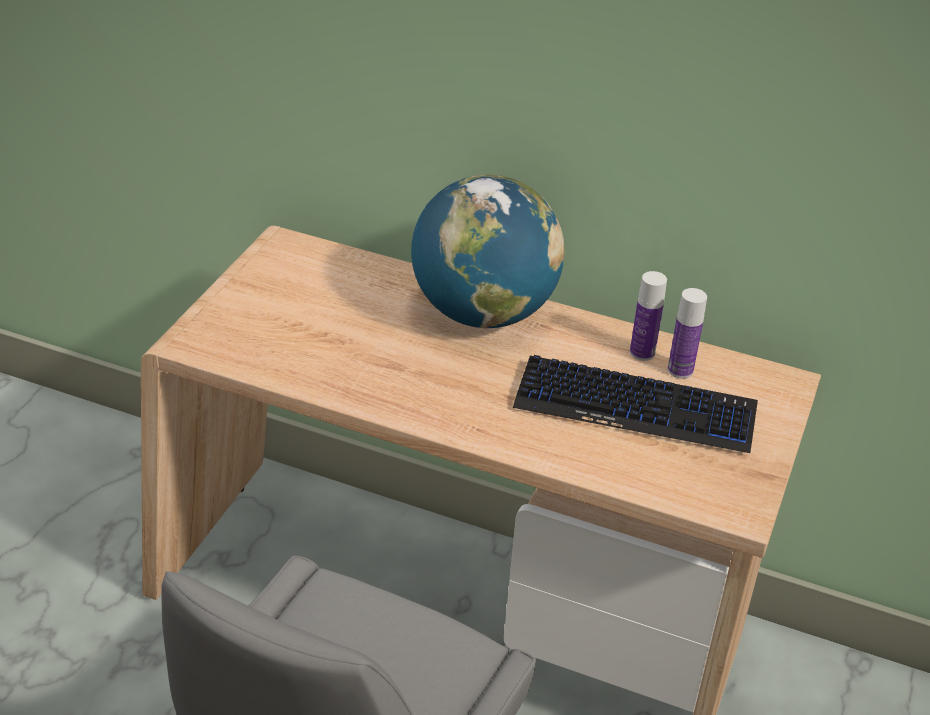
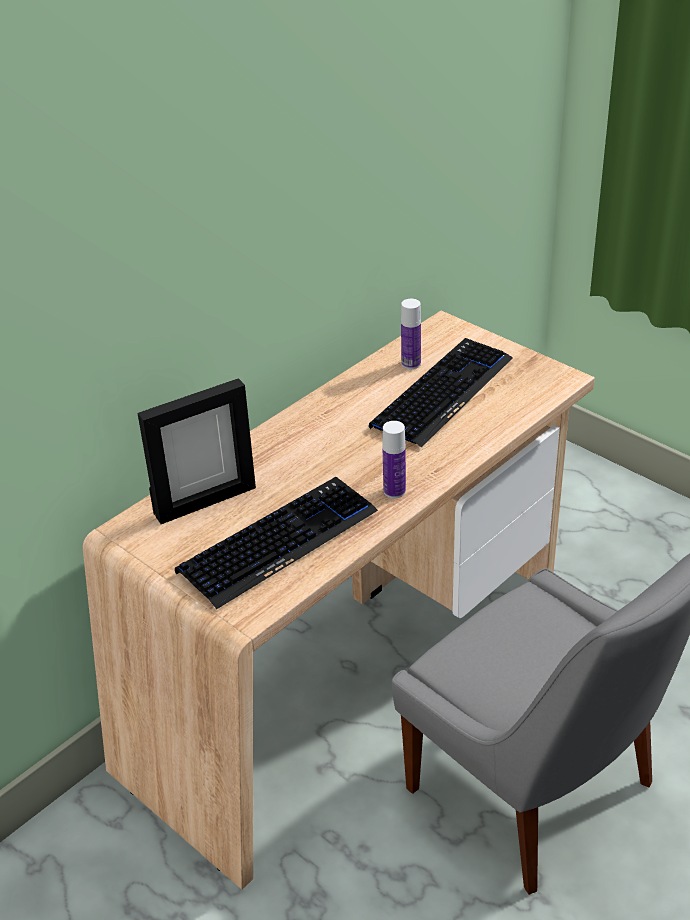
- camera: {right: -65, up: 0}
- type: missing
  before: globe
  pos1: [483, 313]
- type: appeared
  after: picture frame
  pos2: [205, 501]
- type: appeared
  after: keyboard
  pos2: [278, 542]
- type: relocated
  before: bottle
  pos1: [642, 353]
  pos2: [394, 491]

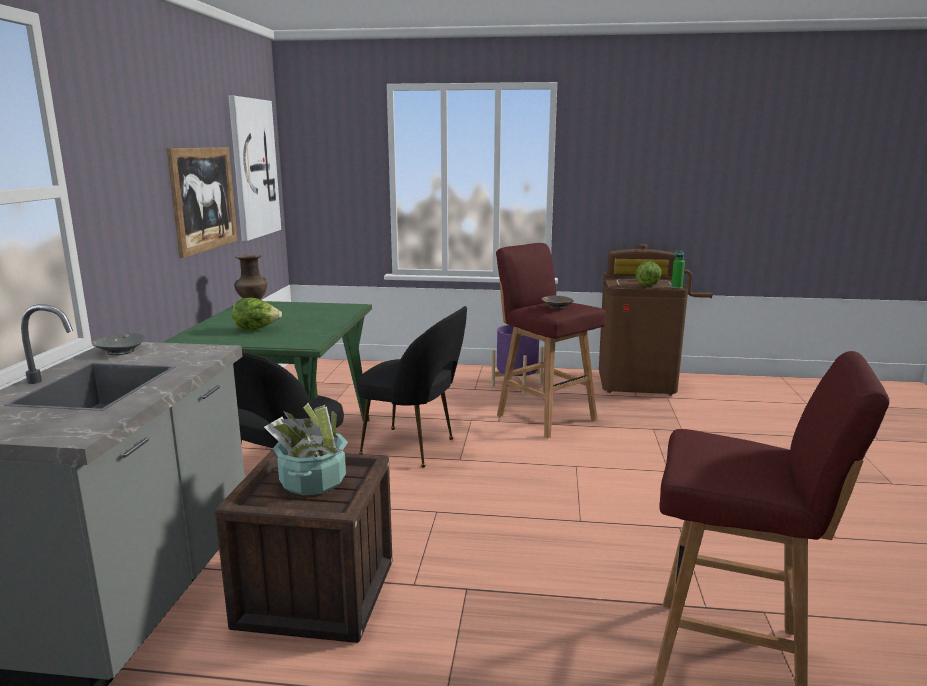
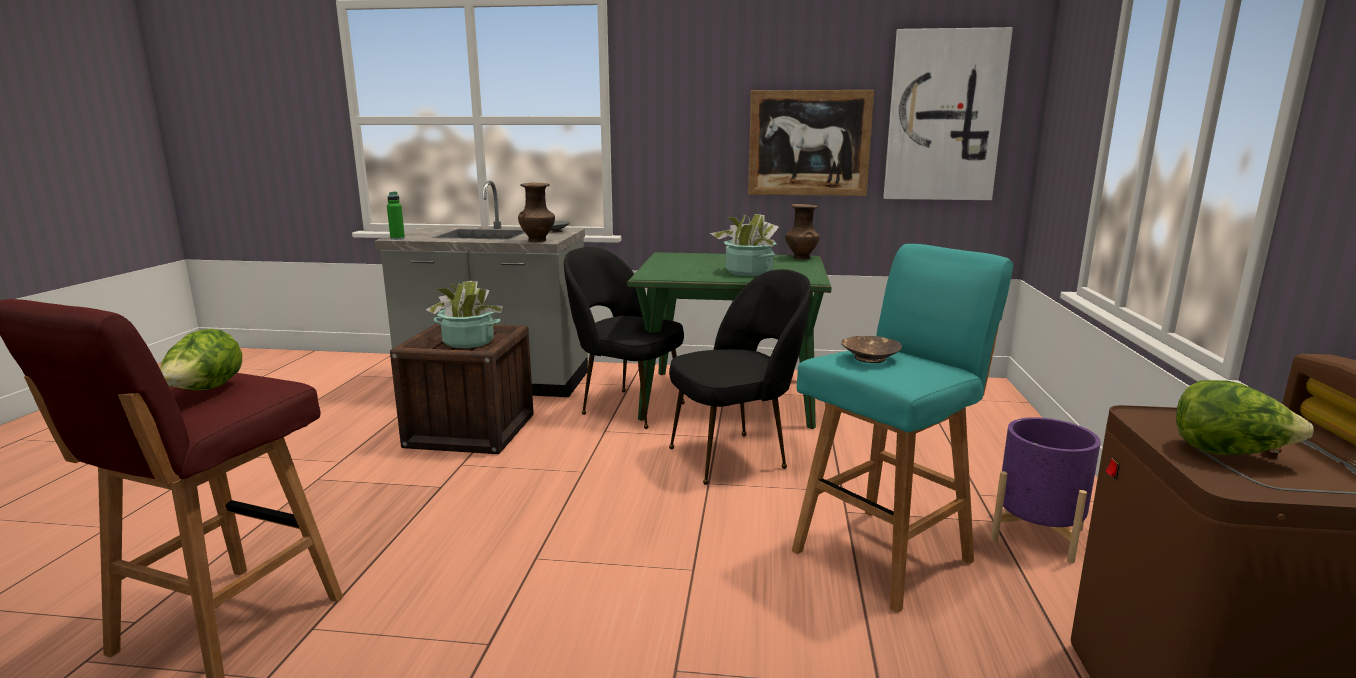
- camera: {right: 90, up: 0}
- type: appeared
  after: brown vase
  pos2: [538, 241]
- type: appeared
  after: potted plant
  pos2: [749, 272]
- type: relocated
  before: lettuce
  pos1: [256, 329]
  pos2: [205, 391]
- type: relocated
  before: green bottle
  pos1: [676, 287]
  pos2: [397, 238]
- type: colour
  before: red stool
  after: turquoise stool
  pos1: [544, 417]
  pos2: [885, 554]
- type: spun
  before: black chair
  pos1: [414, 448]
  pos2: [736, 456]
  turn: -135

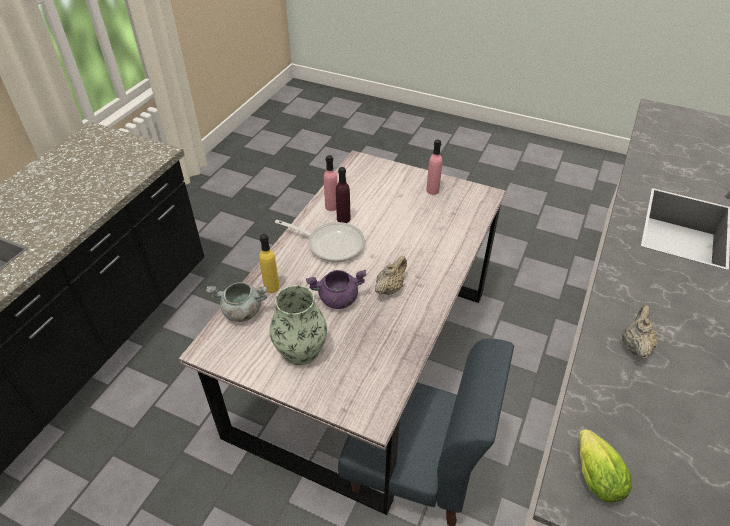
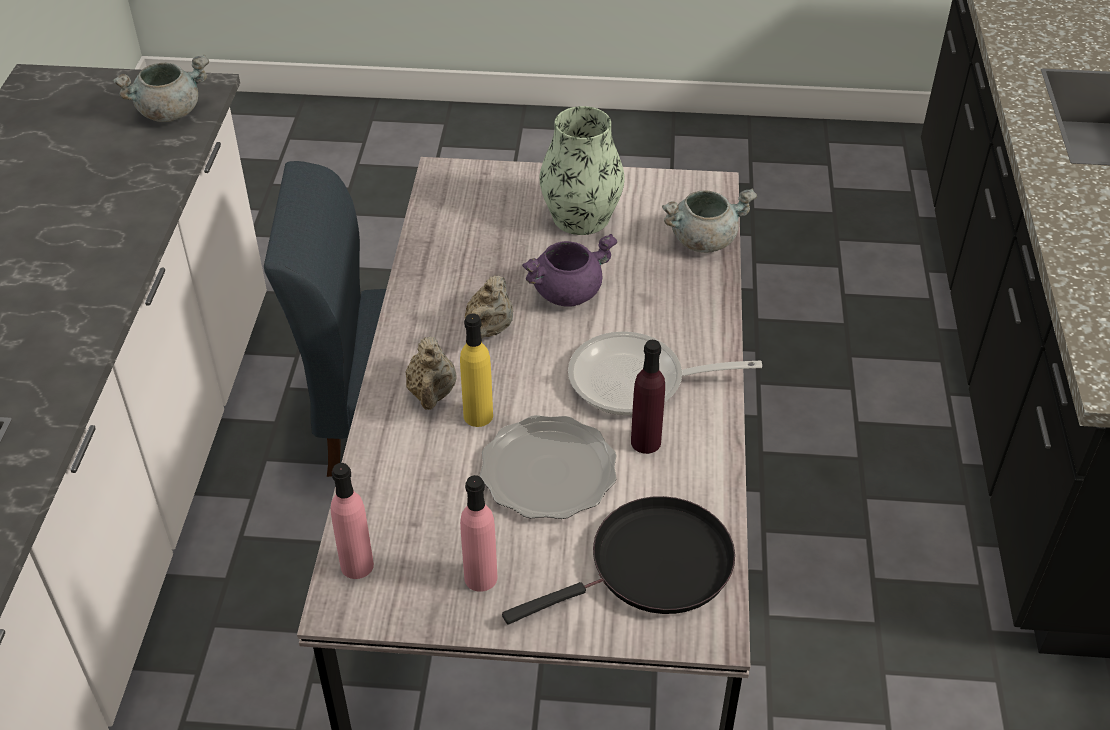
- camera: {right: 160, up: 0}
- type: appeared
  after: plate
  pos2: [549, 472]
- type: appeared
  after: black frying pan
  pos2: [652, 566]
- type: relocated
  before: yellow bottle
  pos1: [271, 287]
  pos2: [478, 415]
- type: relocated
  before: pink bottle
  pos1: [331, 206]
  pos2: [357, 565]
- type: relocated
  before: beige teapot
  pos1: [634, 345]
  pos2: [432, 394]
- type: exchanged
  before: lettuce
  after: grey cooking pot
  pos1: [593, 473]
  pos2: [170, 111]

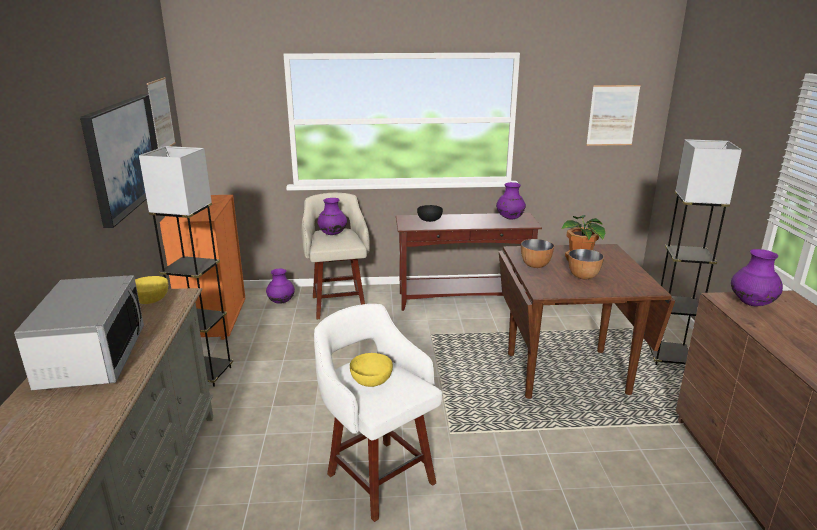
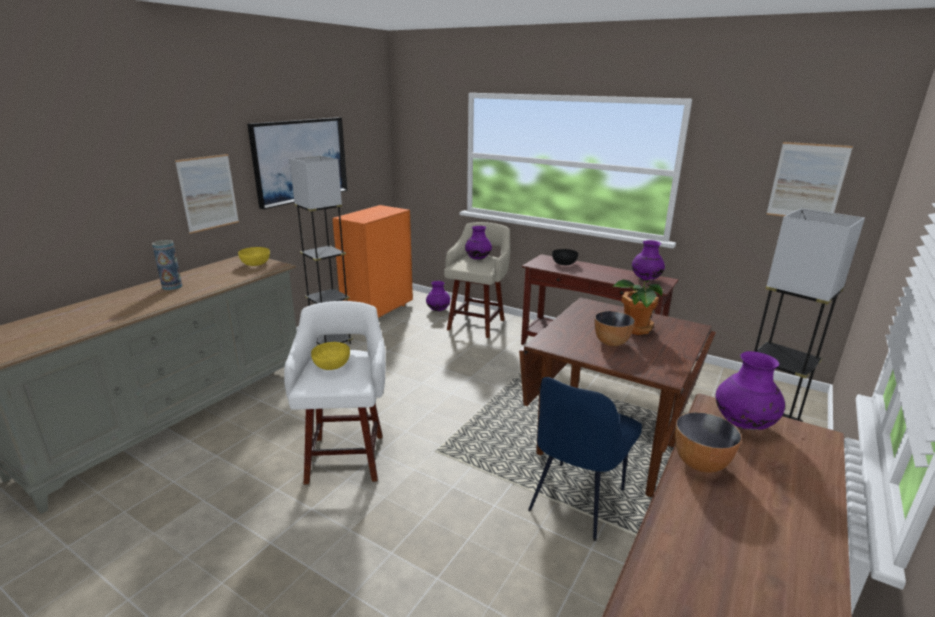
- camera: {right: 35, up: 0}
- type: appeared
  after: blue chair
  pos2: [577, 501]
- type: relocated
  before: picture
  pos1: [161, 115]
  pos2: [208, 193]
- type: relocated
  before: bowl
  pos1: [535, 265]
  pos2: [701, 464]
- type: exchanged
  before: microwave
  after: vase
  pos1: [92, 358]
  pos2: [172, 286]

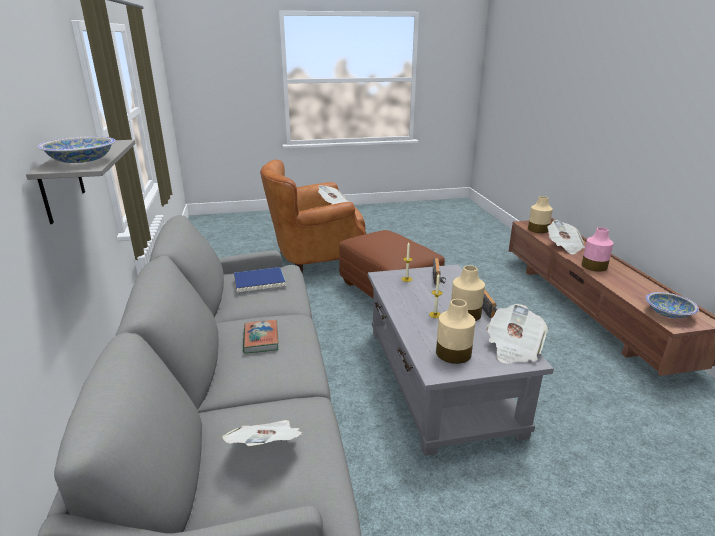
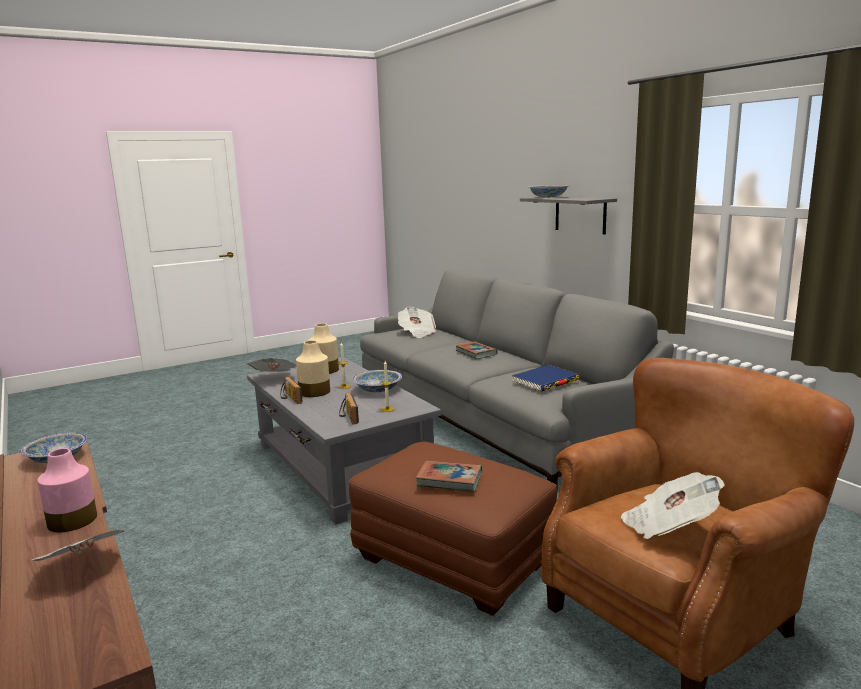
- camera: {right: 160, up: -10}
- type: missing
  before: beige vase
  pos1: [538, 229]
- type: appeared
  after: bowl
  pos2: [378, 390]
- type: appeared
  after: book
  pos2: [449, 480]

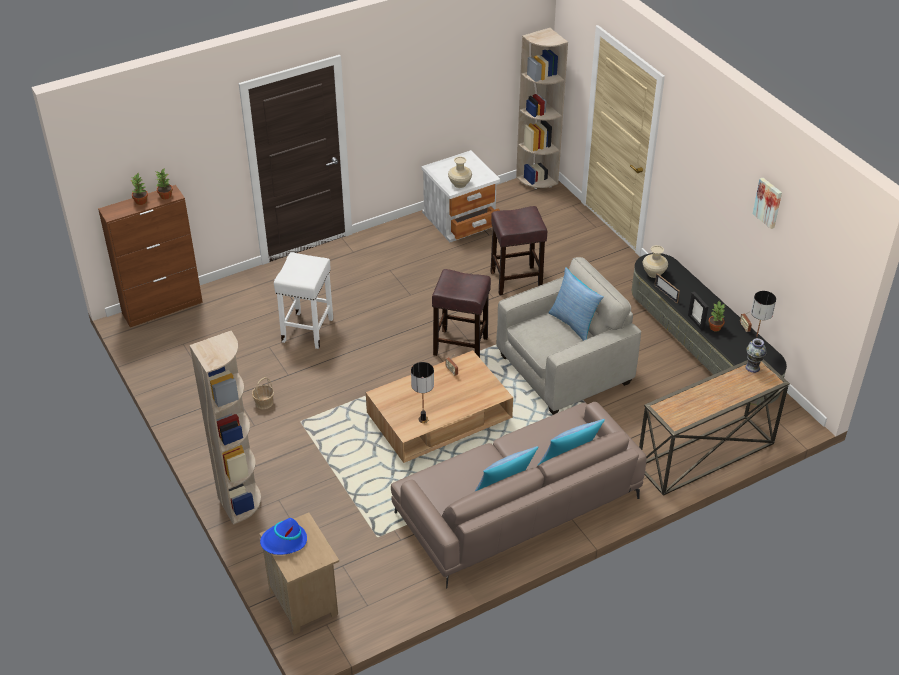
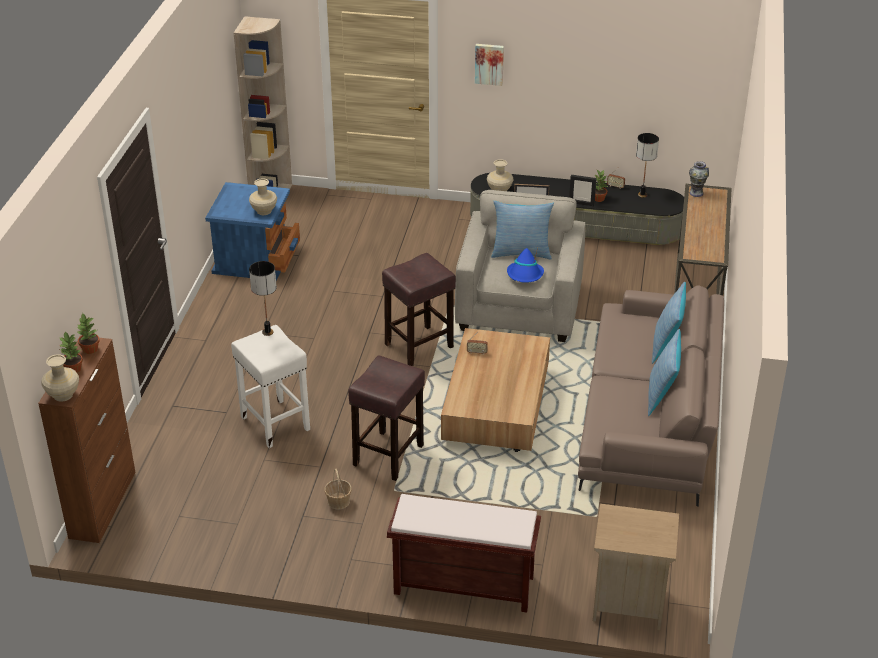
- camera: {right: -50, up: -5}
- type: appeared
  after: beige vase
  pos2: [63, 395]
- type: relocated
  before: blue hat
  pos1: [284, 541]
  pos2: [525, 275]
- type: relocated
  before: table lamp
  pos1: [423, 419]
  pos2: [267, 332]
- type: relocated
  before: brown stool
  pos1: [517, 280]
  pos2: [389, 454]
- type: relocated
  before: picture
  pos1: [768, 202]
  pos2: [489, 63]
- type: exchanged
  before: beige bookcase
  after: brown bench
  pos1: [242, 506]
  pos2: [462, 585]
- type: colour
  before: white nightstand
  after: blue nightstand
  pos1: [463, 220]
  pos2: [258, 258]

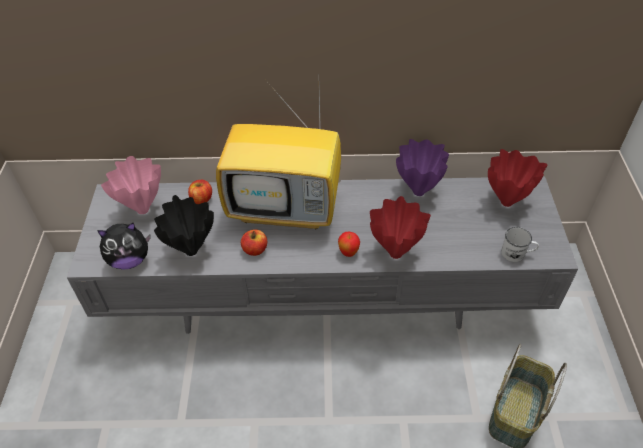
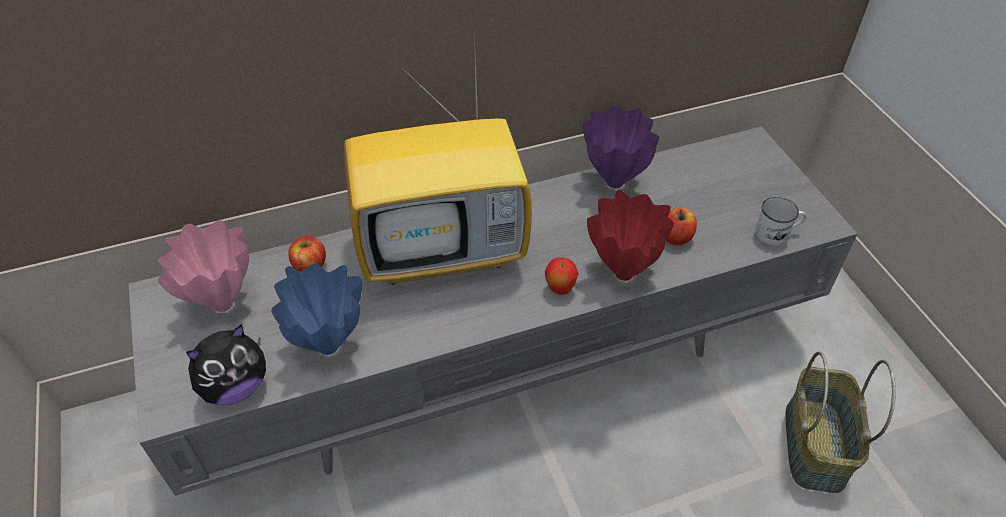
- camera: {right: -20, up: 0}
- type: missing
  before: red vase
  pos1: [505, 202]
- type: relocated
  before: apple
  pos1: [255, 250]
  pos2: [676, 237]
- type: colour
  before: black vase
  after: blue vase
  pos1: [191, 252]
  pos2: [329, 348]

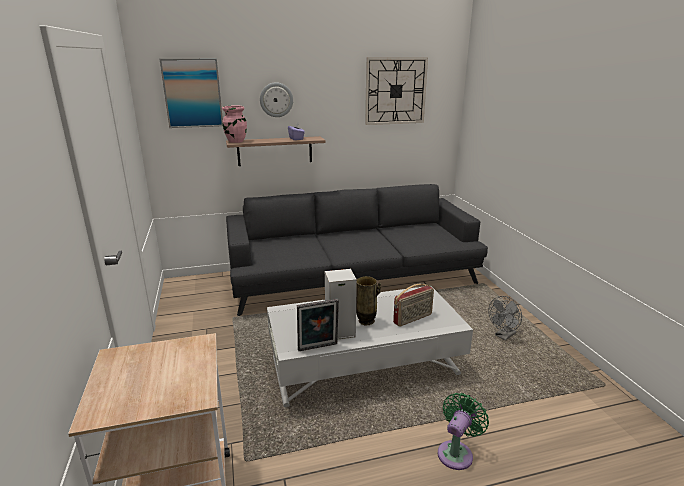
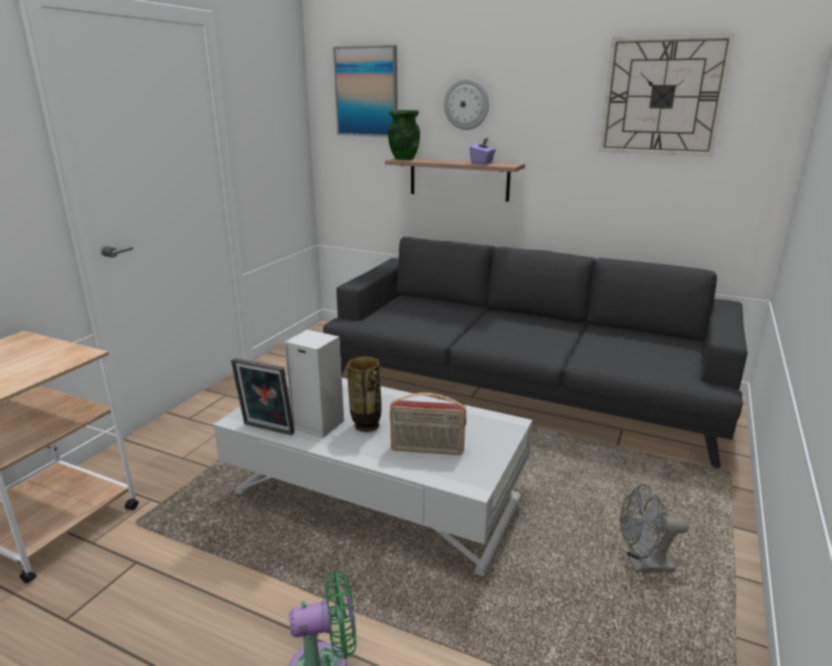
- camera: {right: 40, up: 0}
- type: colour
  before: pink vase
  after: green vase
  pos1: [235, 141]
  pos2: [403, 158]

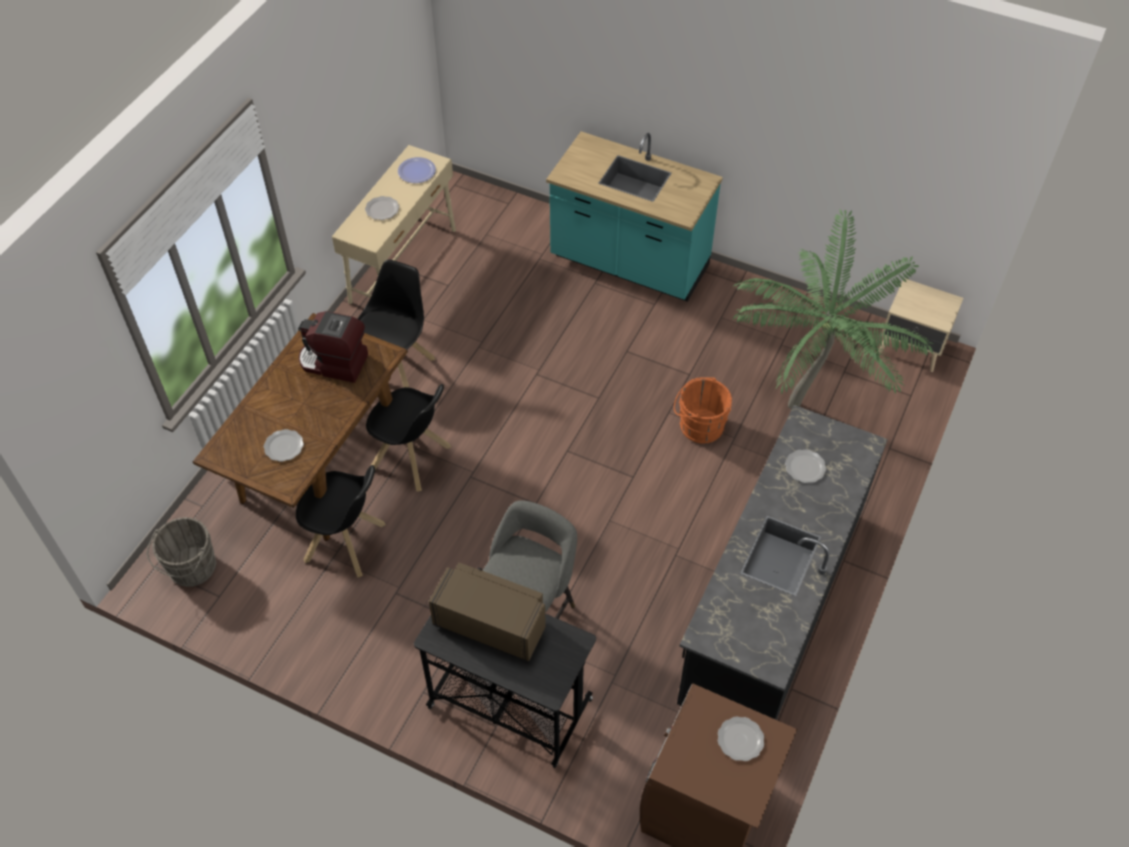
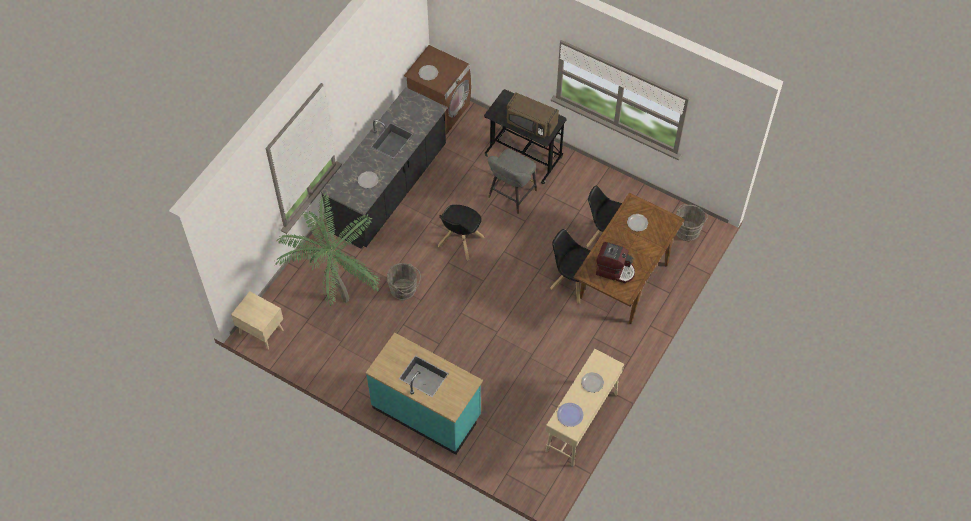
- camera: {right: -175, up: 5}
- type: relocated
  before: black chair
  pos1: [398, 366]
  pos2: [460, 242]
- type: colour
  before: orange bucket
  after: grey bucket
  pos1: [699, 425]
  pos2: [404, 290]

